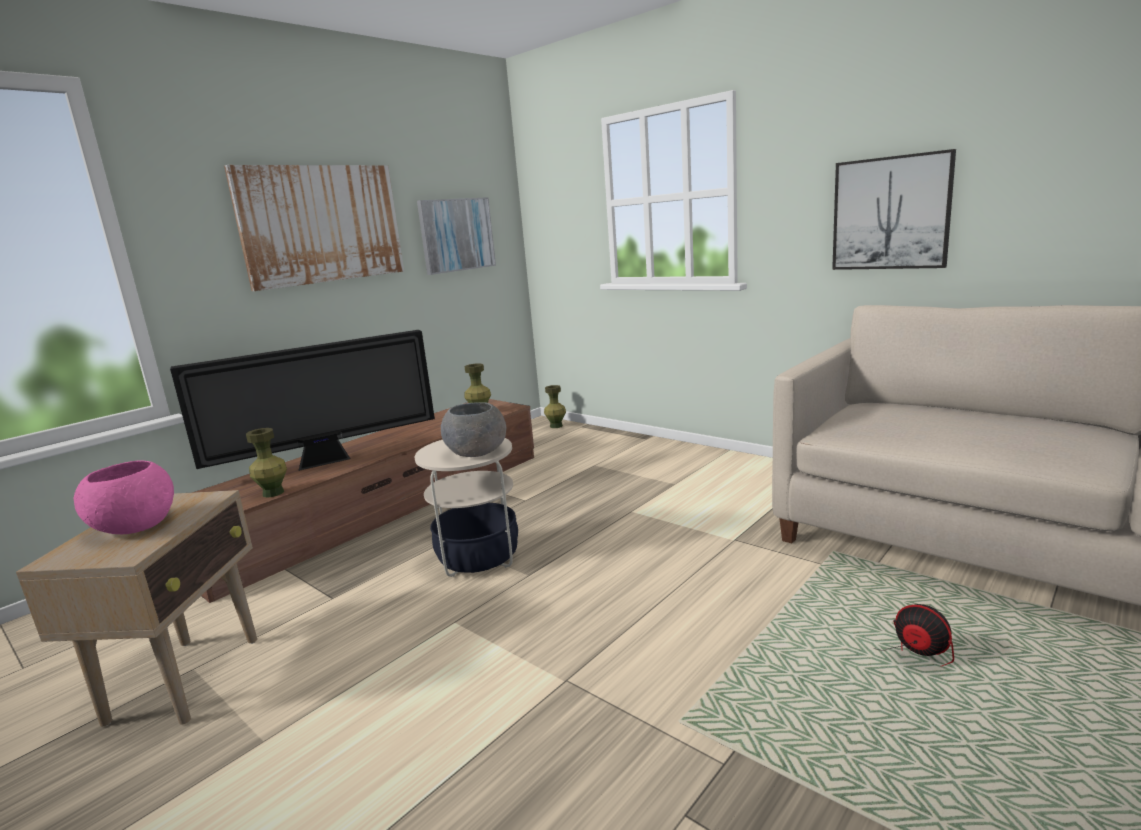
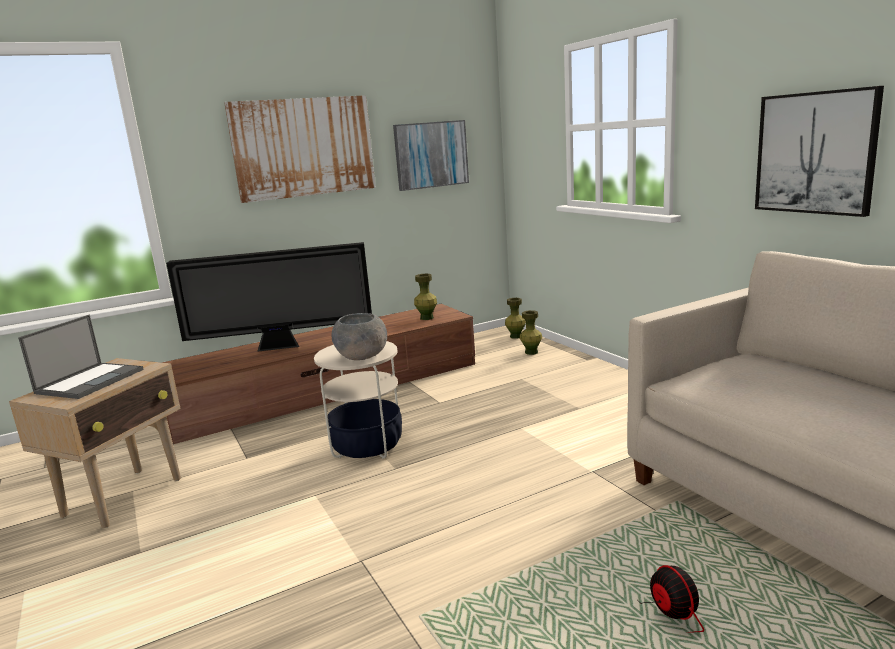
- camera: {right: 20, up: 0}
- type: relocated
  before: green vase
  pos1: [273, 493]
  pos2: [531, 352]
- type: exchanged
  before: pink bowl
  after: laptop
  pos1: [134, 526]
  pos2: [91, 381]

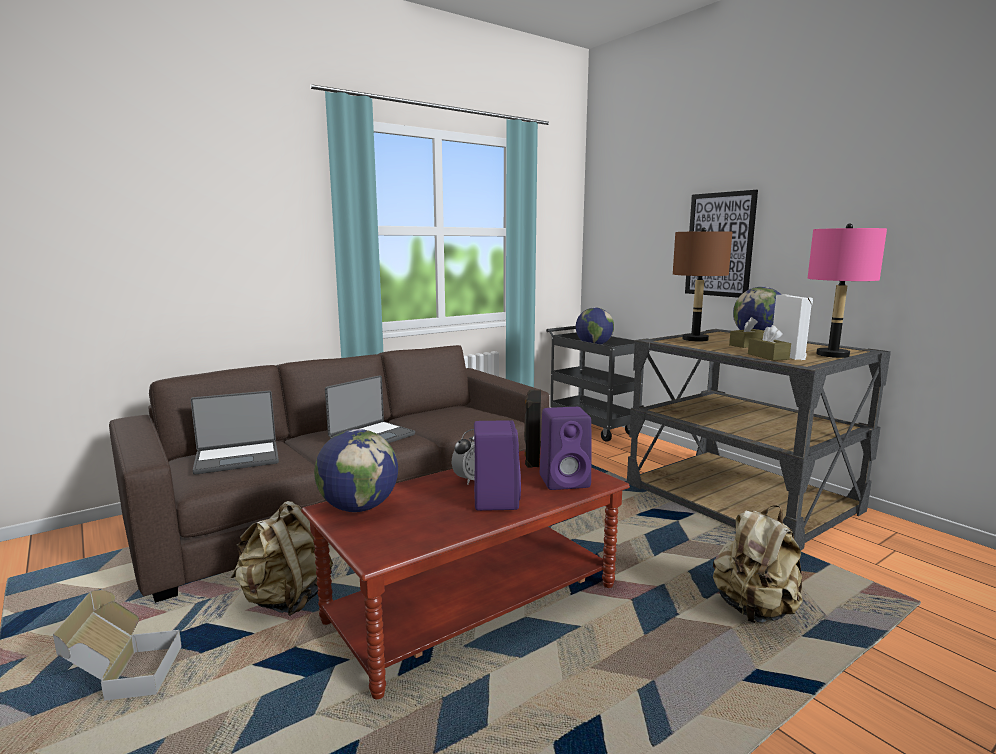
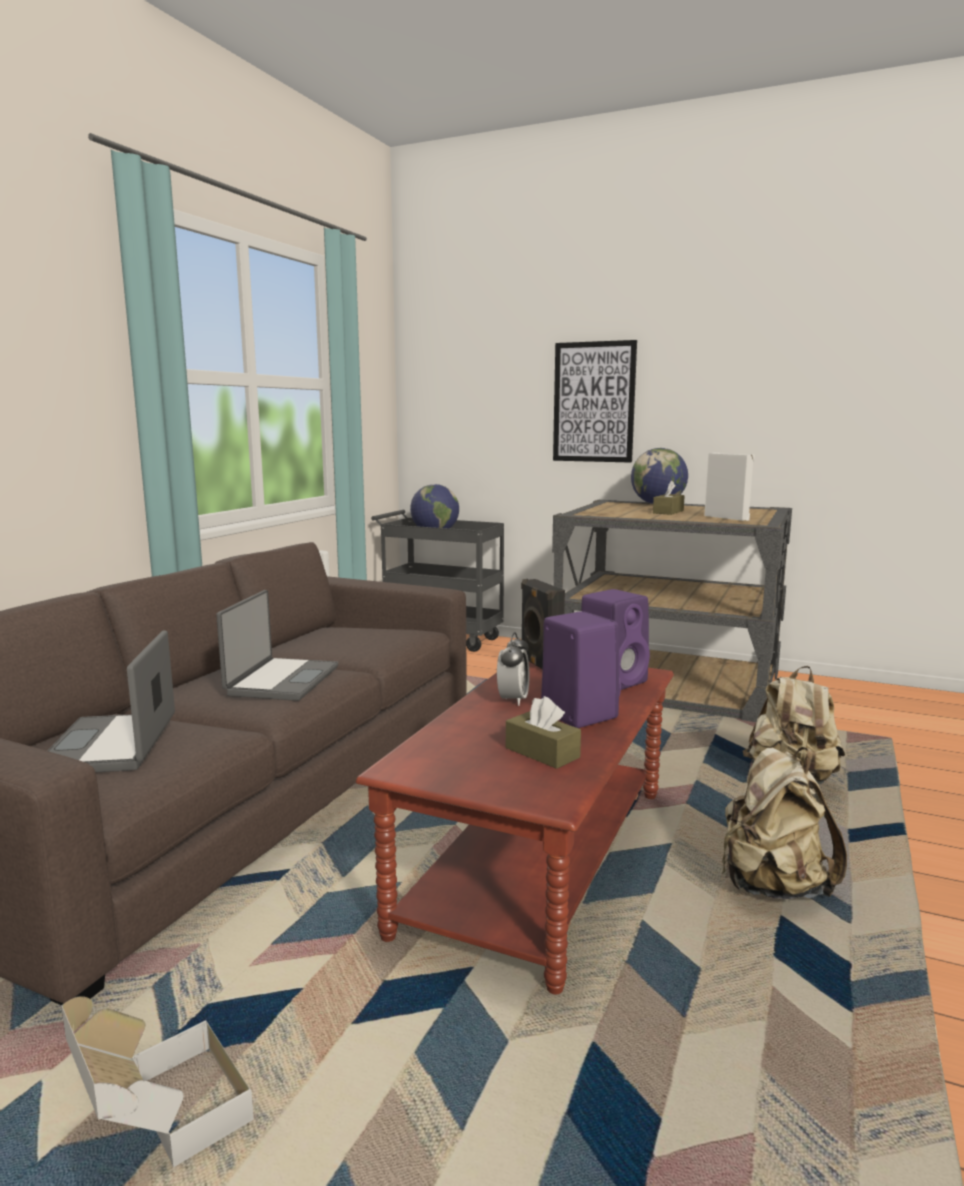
- camera: {right: -30, up: 0}
- type: missing
  before: globe
  pos1: [359, 507]
- type: missing
  before: brown table lamp
  pos1: [695, 339]
- type: missing
  before: pink table lamp
  pos1: [832, 355]
- type: relocated
  before: beige backpack
  pos1: [285, 599]
  pos2: [772, 886]
- type: relocated
  before: brown tissue box
  pos1: [768, 356]
  pos2: [542, 752]
- type: spun
  before: laptop
  pos1: [237, 458]
  pos2: [113, 745]
  turn: 135

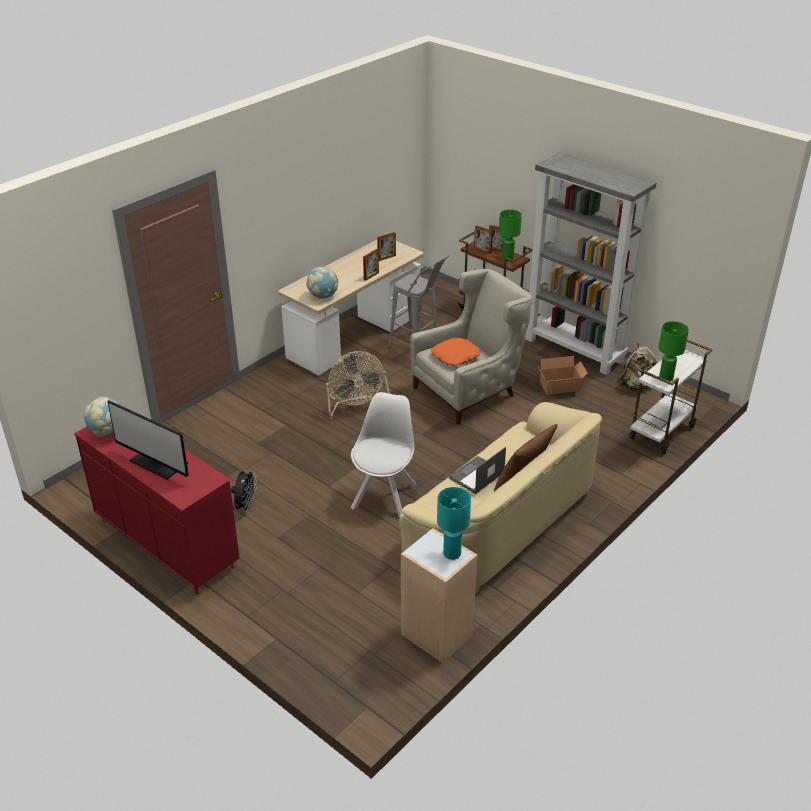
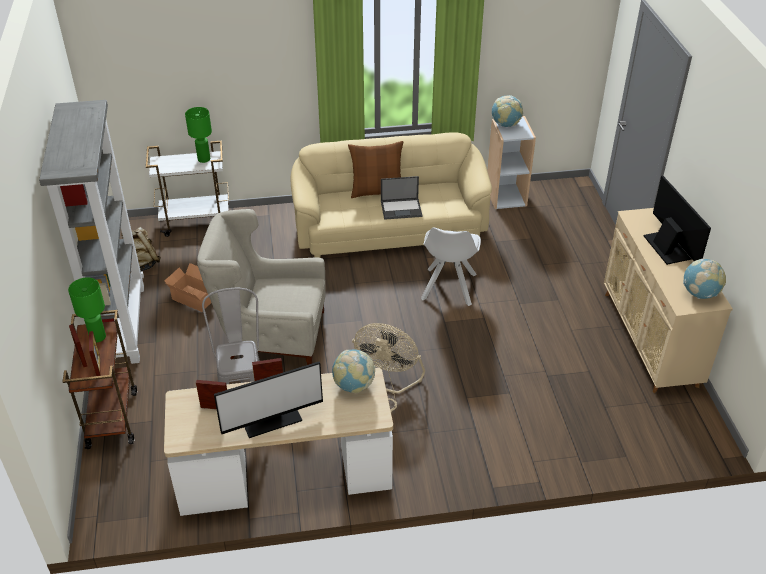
- camera: {right: -140, up: 5}
- type: missing
  before: black fan
  pos1: [246, 506]
- type: missing
  before: orange pillow
  pos1: [455, 356]
- type: appeared
  after: monitor
  pos2: [271, 418]
- type: exchanged
  before: turquoise table lamp
  after: globe
  pos1: [452, 553]
  pos2: [505, 124]
- type: colour
  before: red cabinet
  after: beige cabinet
  pos1: [166, 544]
  pos2: [650, 339]
- type: spun
  before: white chair
  pos1: [385, 495]
  pos2: [448, 287]
  turn: -45

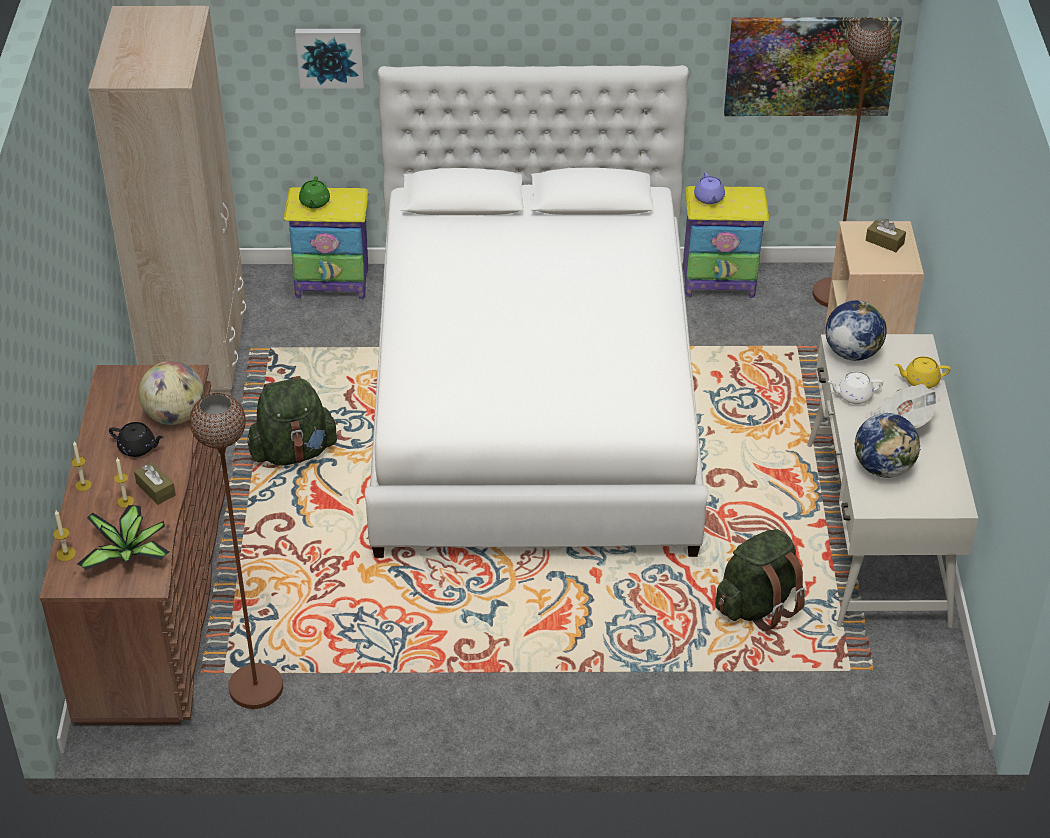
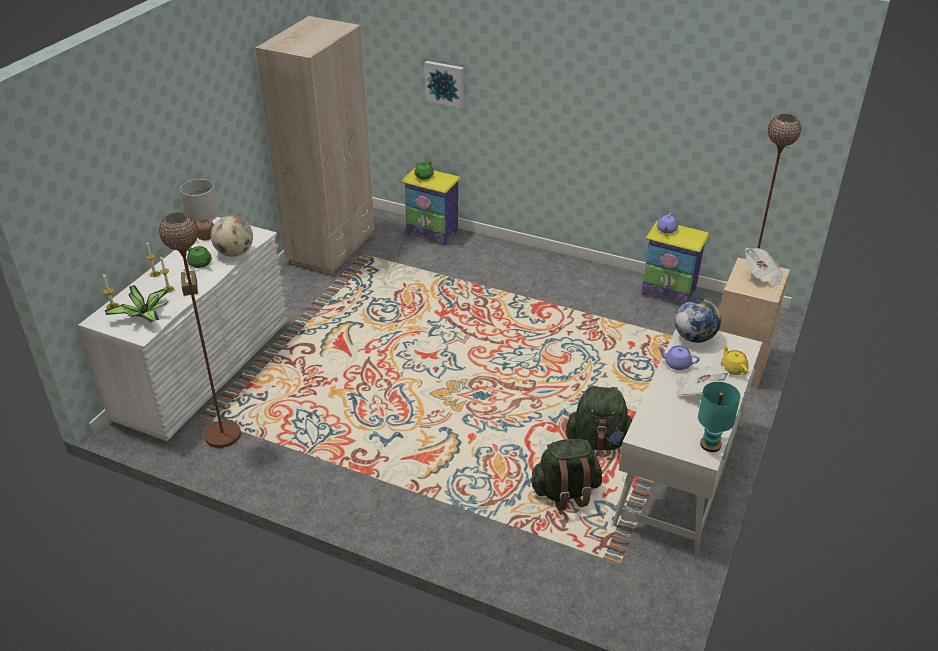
- camera: {right: 25, up: -5}
- type: missing
  before: white bed
  pos1: [534, 402]
- type: missing
  before: picture
  pos1: [810, 65]
- type: missing
  before: globe
  pos1: [883, 468]
- type: appeared
  after: grey table lamp
  pos2: [206, 235]
- type: appeared
  after: turquoise table lamp
  pos2: [710, 444]
- type: relocated
  before: green backpack
  pos1: [294, 452]
  pos2: [598, 441]
- type: exchanged
  before: brown tissue box
  after: newspaper
  pos1: [884, 242]
  pos2: [762, 277]
- type: colour
  before: brown dresser
  after: white dresser
  pos1: [153, 605]
  pos2: [205, 371]
- type: colour
  before: black teapot
  after: green teapot
  pos1: [138, 448]
  pos2: [200, 263]
- type: colour
  before: white teapot
  after: purple teapot
  pos1: [853, 396]
  pos2: [676, 364]
- type: spun
  before: yellow teapot
  pos1: [920, 381]
  pos2: [733, 368]
  turn: 45

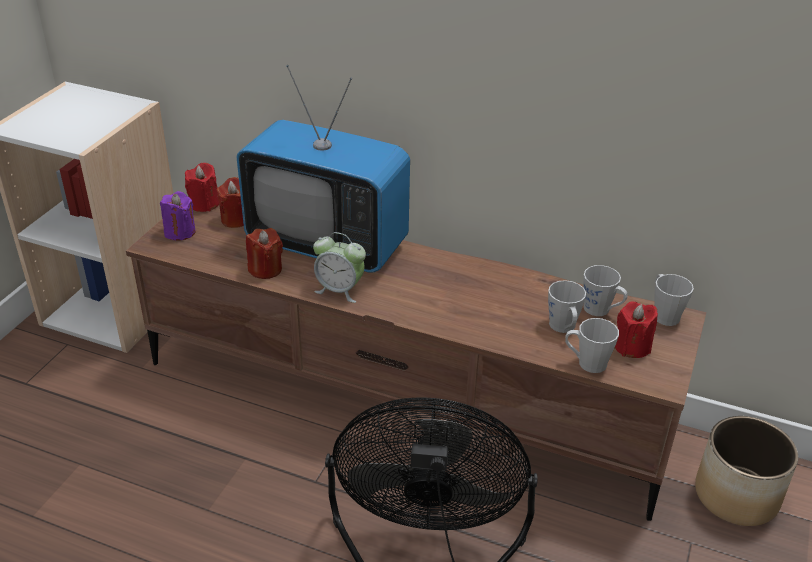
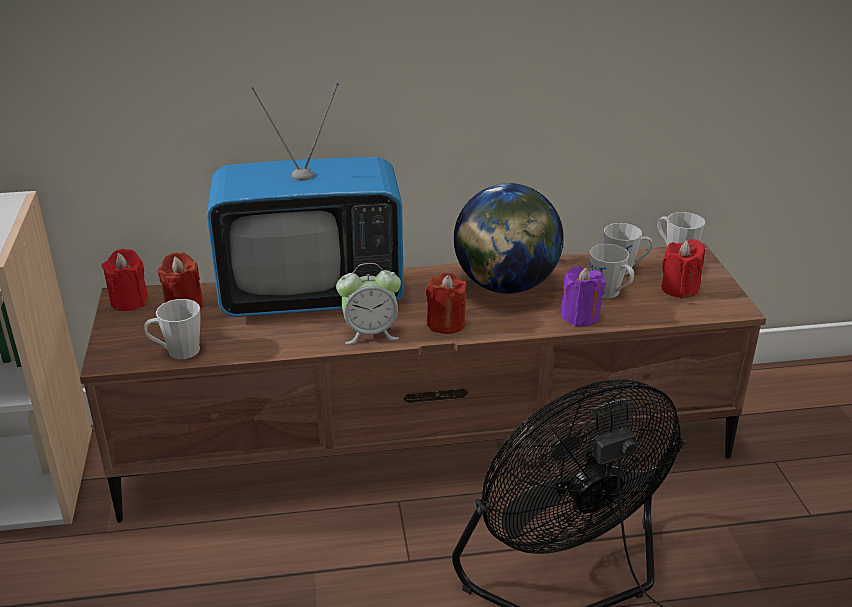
- camera: {right: -30, up: -5}
- type: missing
  before: planter
  pos1: [736, 496]
- type: appeared
  after: globe
  pos2: [505, 286]
- type: relocated
  before: purple candle
  pos1: [180, 232]
  pos2: [580, 316]
- type: relocated
  before: red candle
  pos1: [265, 269]
  pos2: [446, 323]
- type: relocated
  before: grey mug
  pos1: [586, 363]
  pos2: [177, 351]

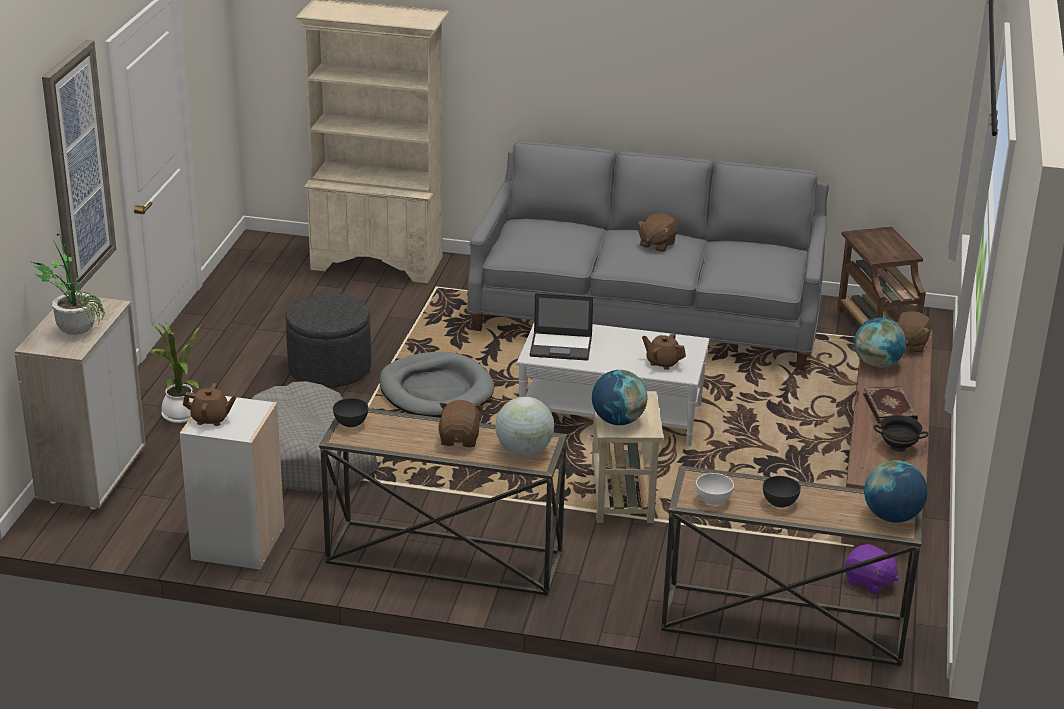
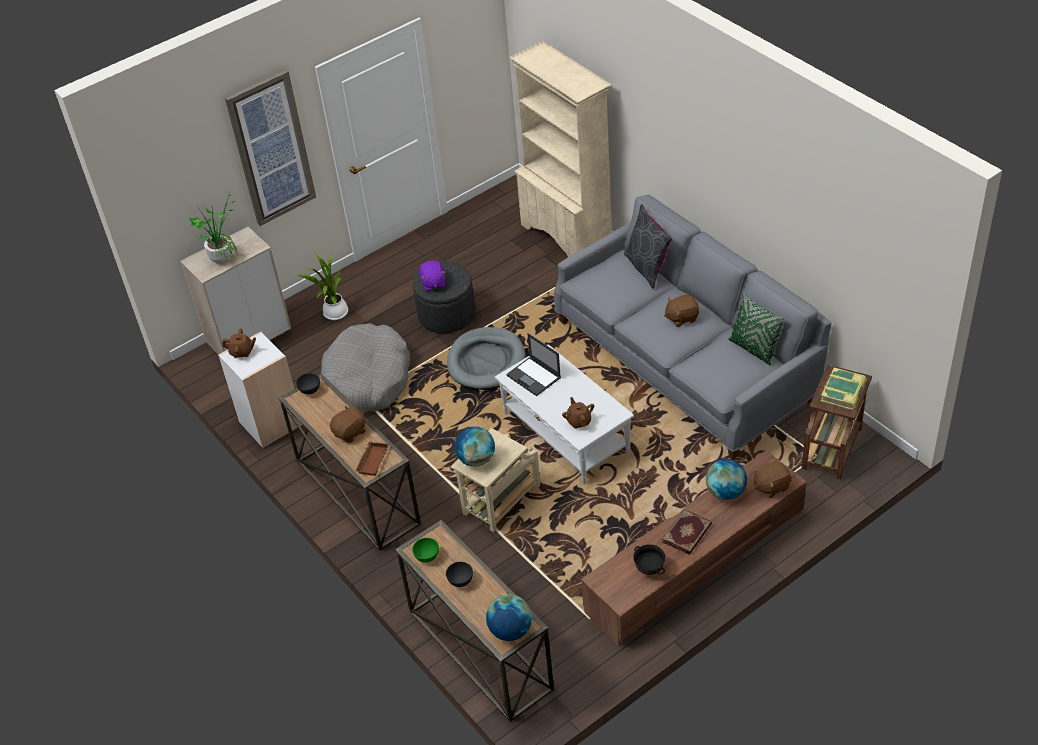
- camera: {right: 45, up: 15}
- type: appeared
  after: grey pillow
  pos2: [647, 268]
- type: appeared
  after: green pillow
  pos2: [753, 349]
- type: appeared
  after: book
  pos2: [843, 392]
- type: relocated
  before: purple plush toy
  pos1: [869, 582]
  pos2: [433, 283]
- type: exchanged
  before: globe
  after: brown tray
  pos1: [524, 451]
  pos2: [372, 460]
- type: colour
  before: white bowl
  after: green bowl
  pos1: [713, 500]
  pos2: [427, 557]
- type: spun
  before: brown teapot
  pos1: [211, 419]
  pos2: [242, 352]
  turn: -45

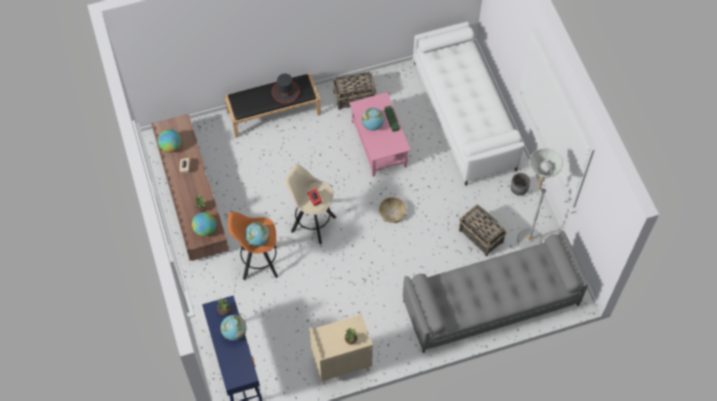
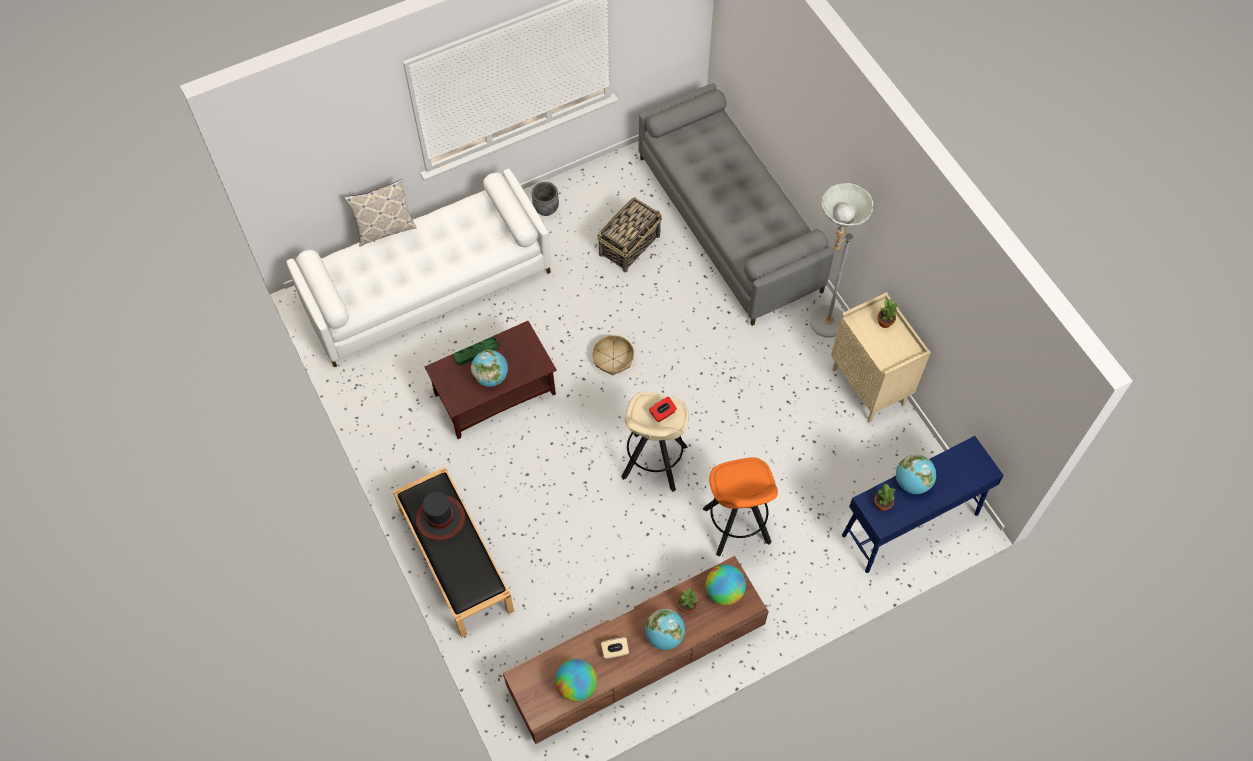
- camera: {right: -100, up: 0}
- type: missing
  before: basket
  pos1: [354, 97]
- type: appeared
  after: pillow
  pos2: [385, 229]
- type: relocated
  before: globe
  pos1: [257, 240]
  pos2: [664, 636]
- type: relocated
  before: grey floor lamp
  pos1: [527, 235]
  pos2: [820, 325]
- type: colour
  before: pink coffee table
  after: brown coffee table
  pos1: [379, 144]
  pos2: [495, 393]

